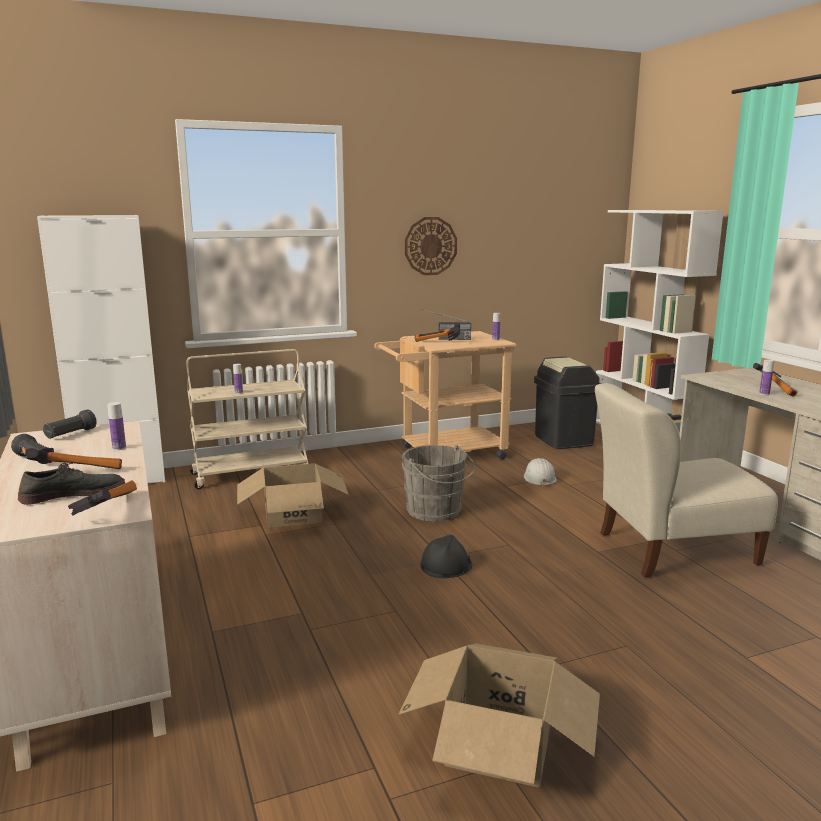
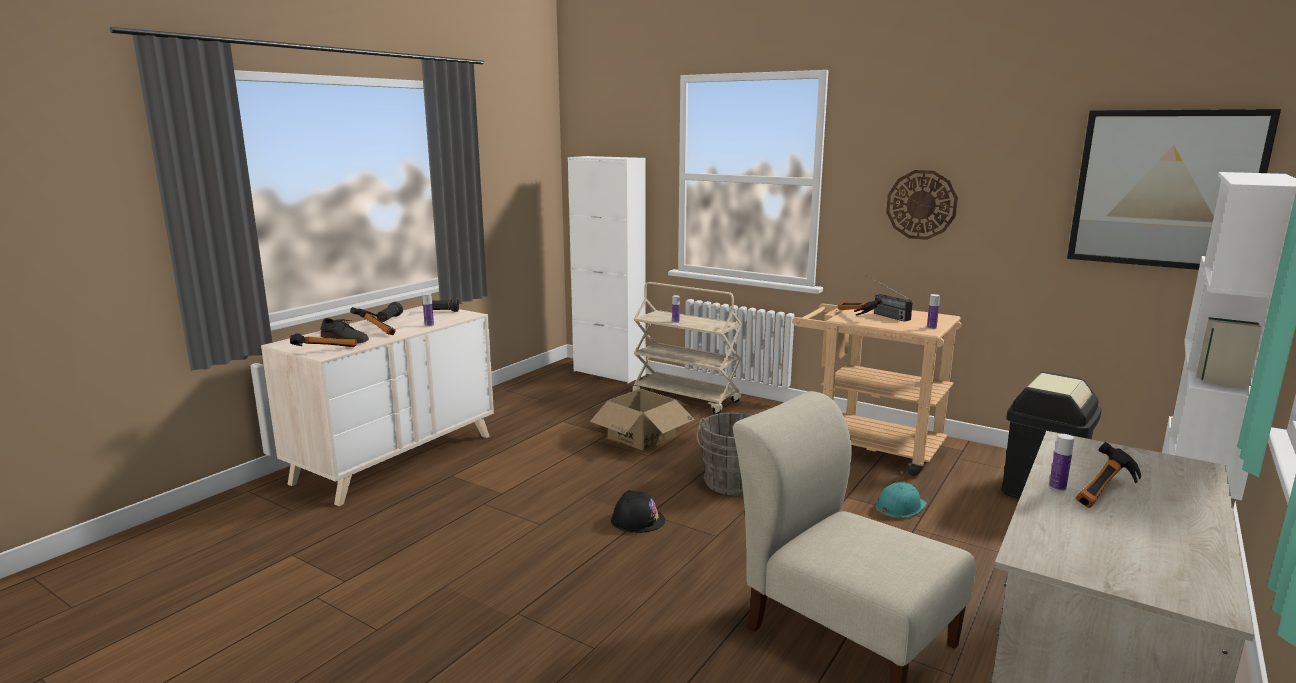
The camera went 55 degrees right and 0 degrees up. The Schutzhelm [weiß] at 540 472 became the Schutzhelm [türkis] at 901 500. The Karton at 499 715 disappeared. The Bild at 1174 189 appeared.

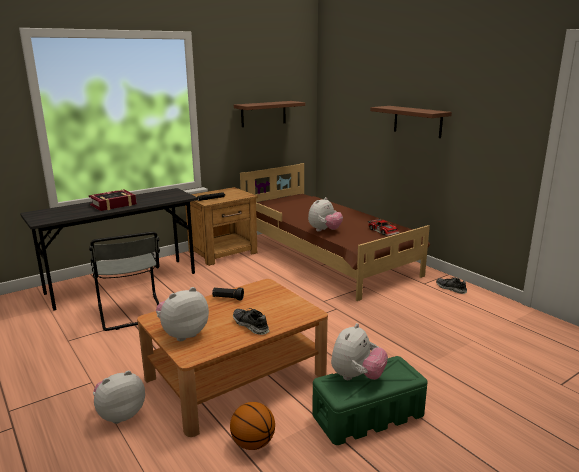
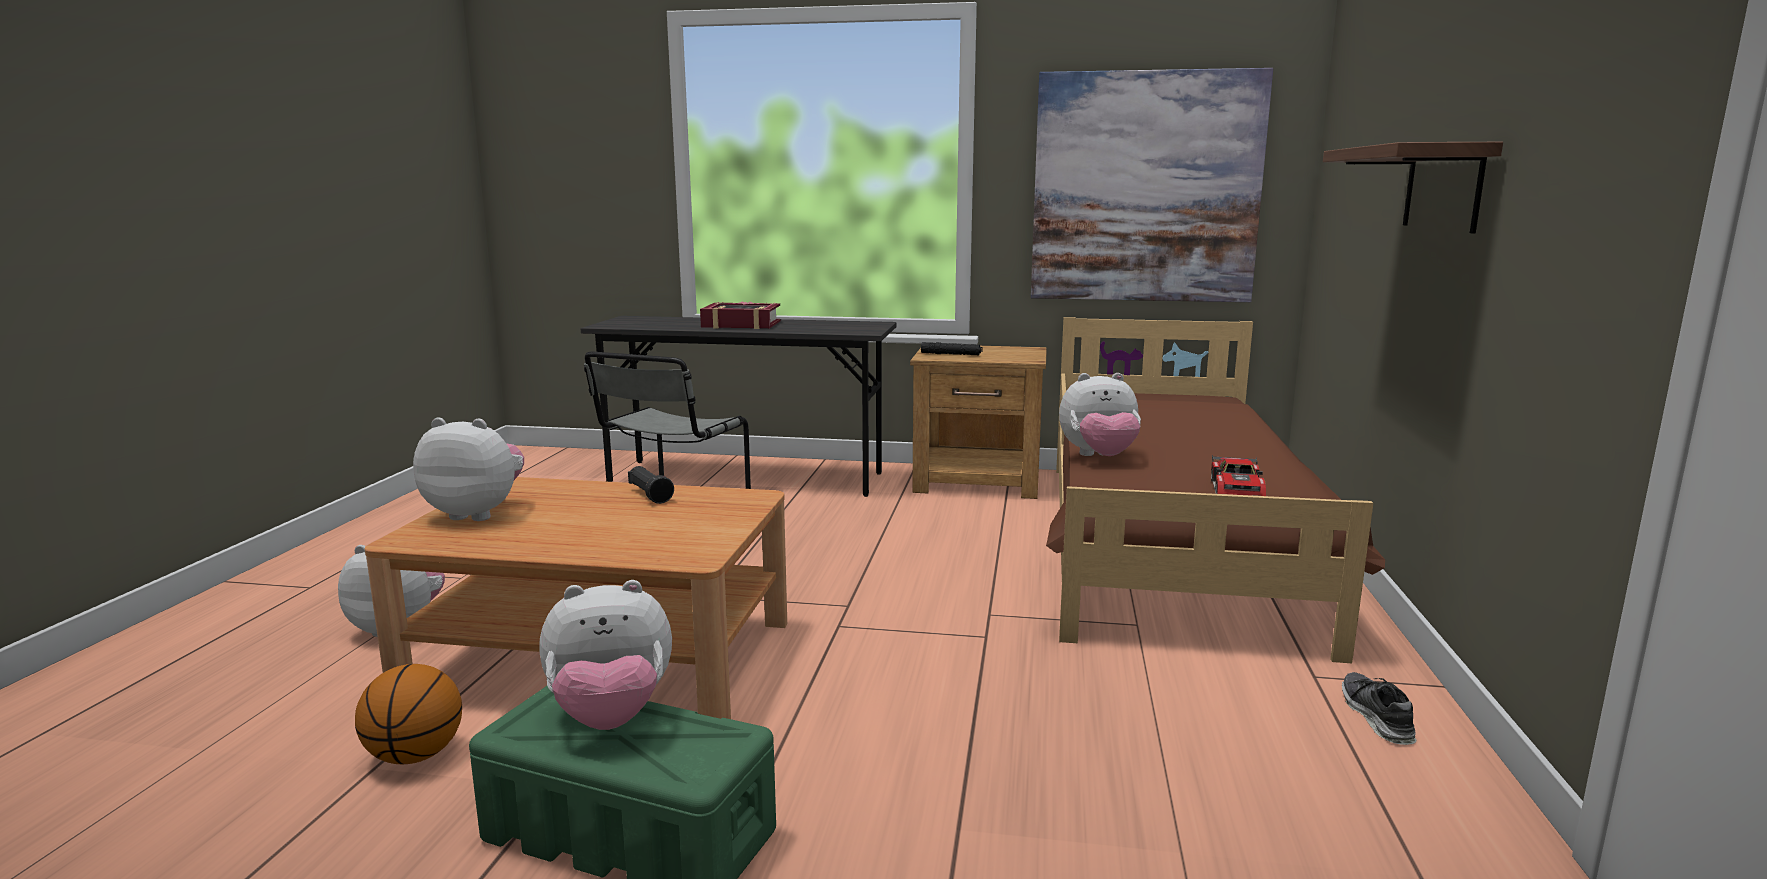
The camera went 45 degrees right and 5 degrees down. The Wandregal at 269 114 was replaced by the Bild at 1152 185. The Schuh at 251 321 disappeared.

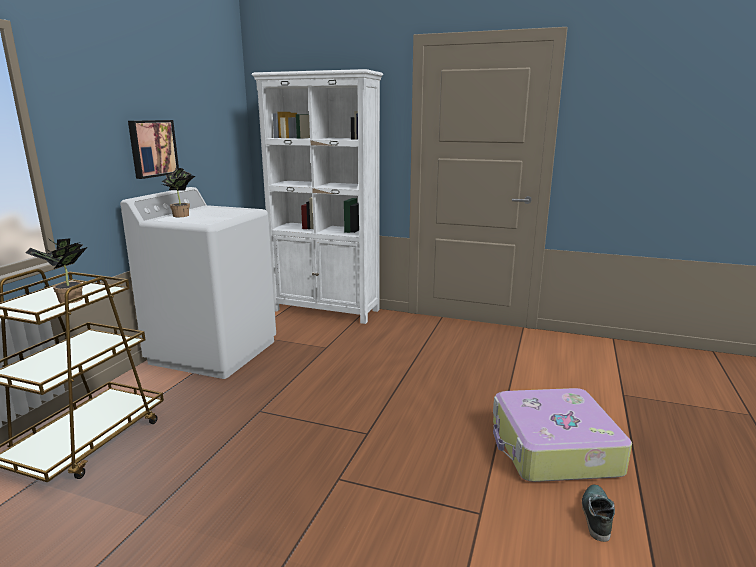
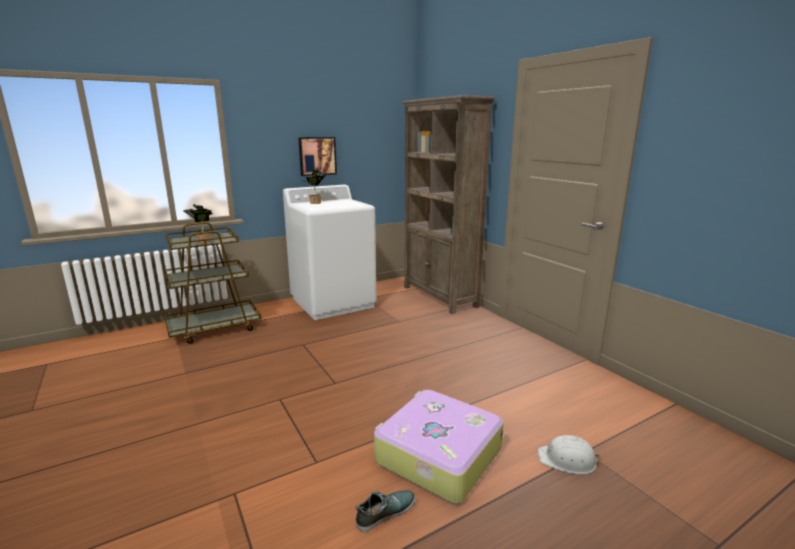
The camera went 40 degrees right and 0 degrees up. The Bücherregal [weiß] at 317 196 became the Bücherregal [braun] at 448 204. The Schutzhelm [weiß] at 569 454 appeared.

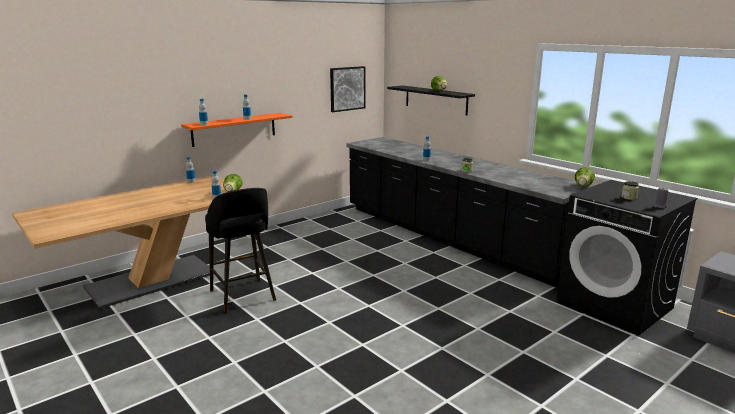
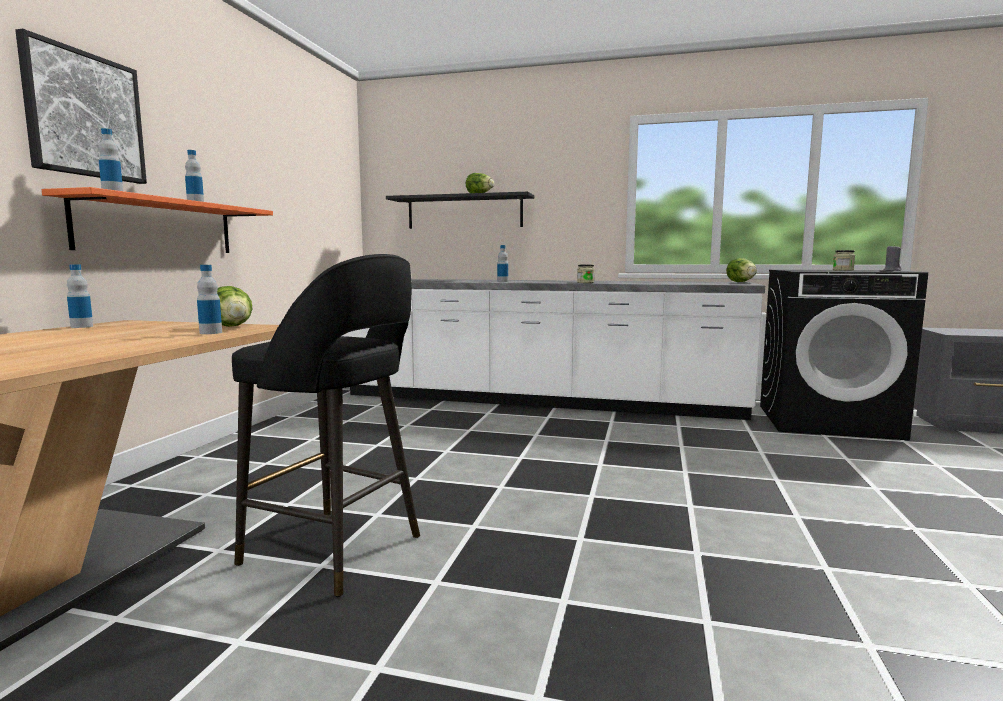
The camera went 35 degrees left and 10 degrees down. The Bild moved from 347 89 to 81 106. The Küchenzeile [schwarz] at 471 212 became the Küchenzeile [weiß] at 553 349.

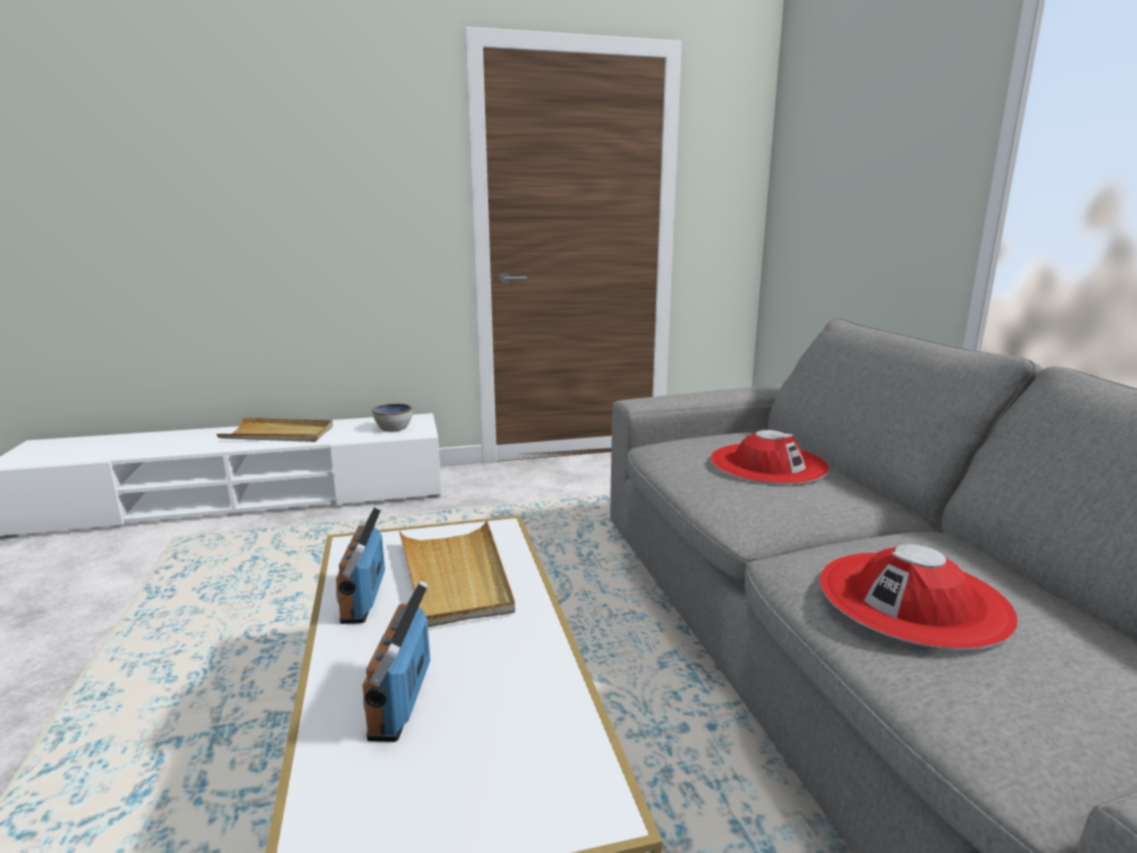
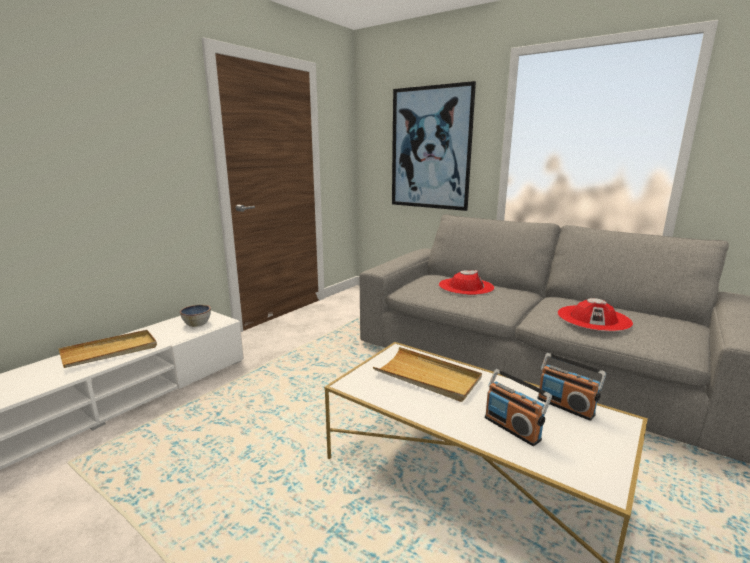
The camera went 40 degrees left and 0 degrees up. The Radio moved from 360 564 to 571 387. The Bild at 434 146 appeared.

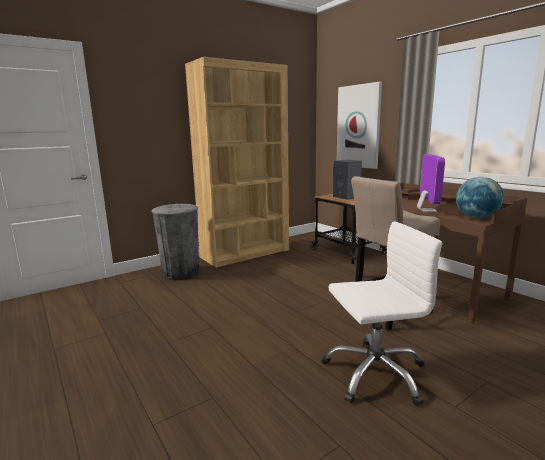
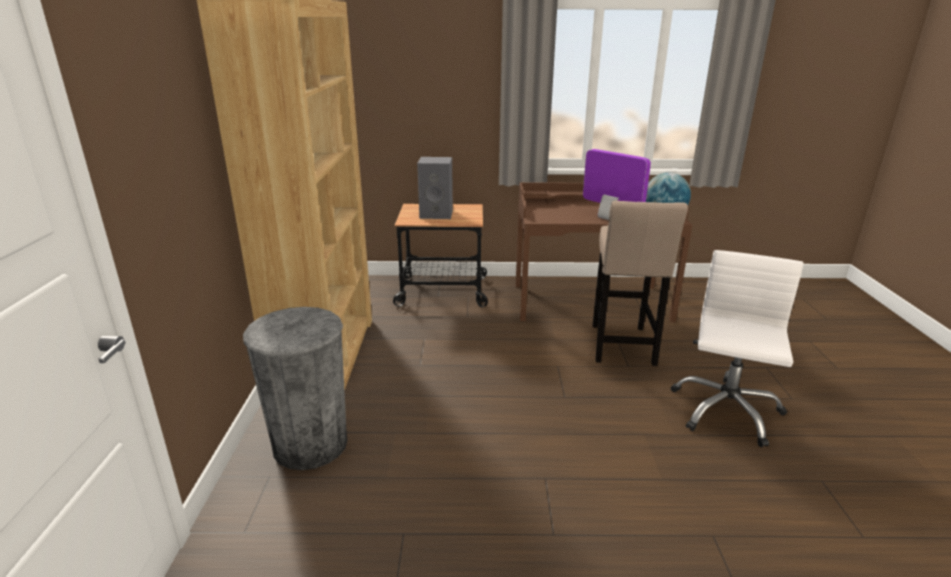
The camera went 55 degrees left and 10 degrees up. The Bild at 359 125 disappeared.

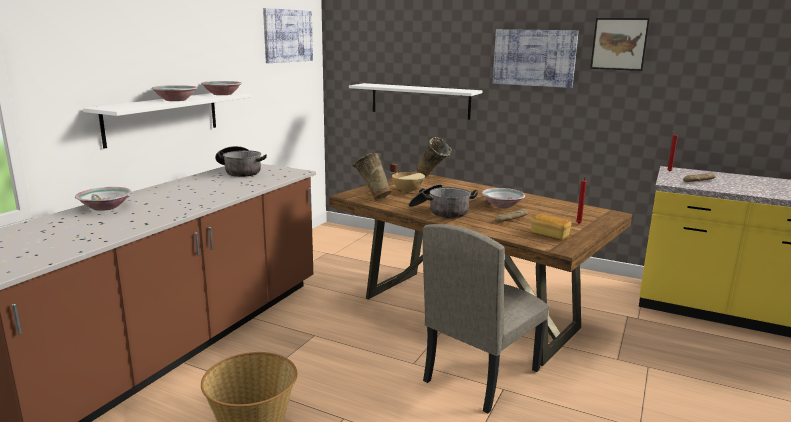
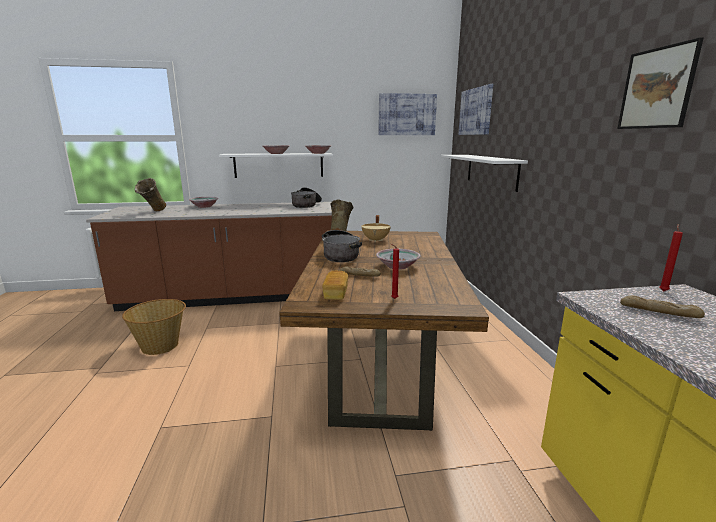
The camera went 55 degrees right and 0 degrees up. The Bild moved from 536 58 to 475 109. The Vase [beige] moved from 434 157 to 150 194. The Stuhl [beige] at 486 319 disappeared.

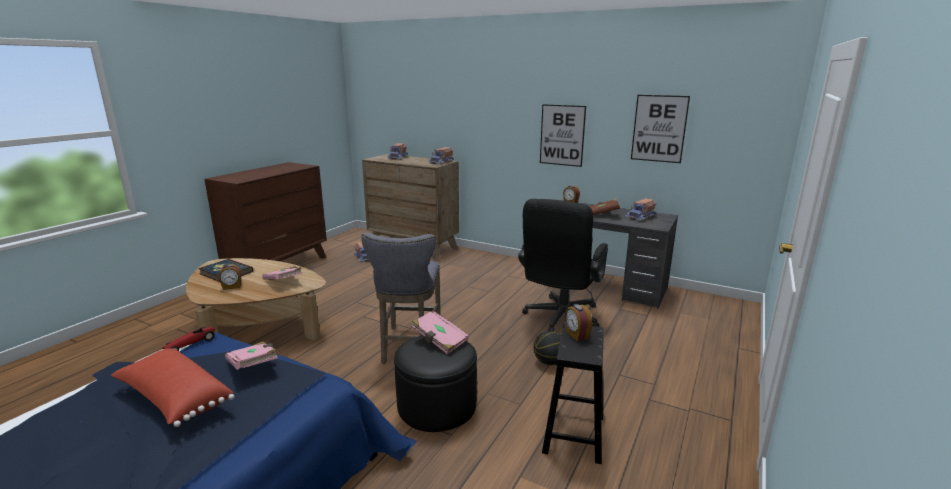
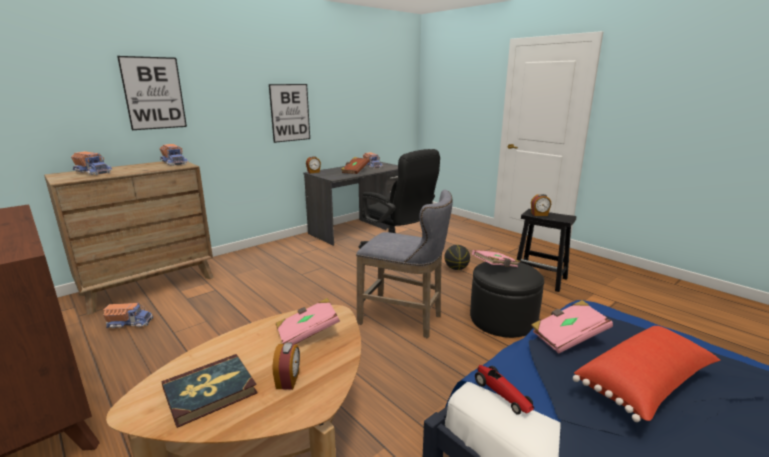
The camera went 70 degrees left and 0 degrees up. The Bild moved from 660 129 to 152 93.

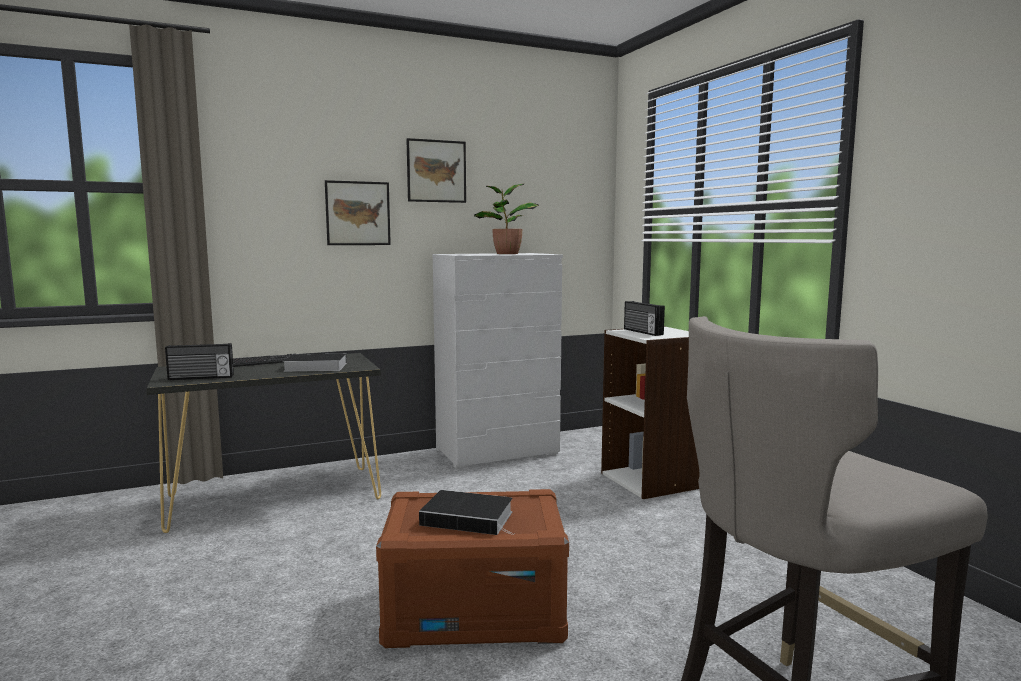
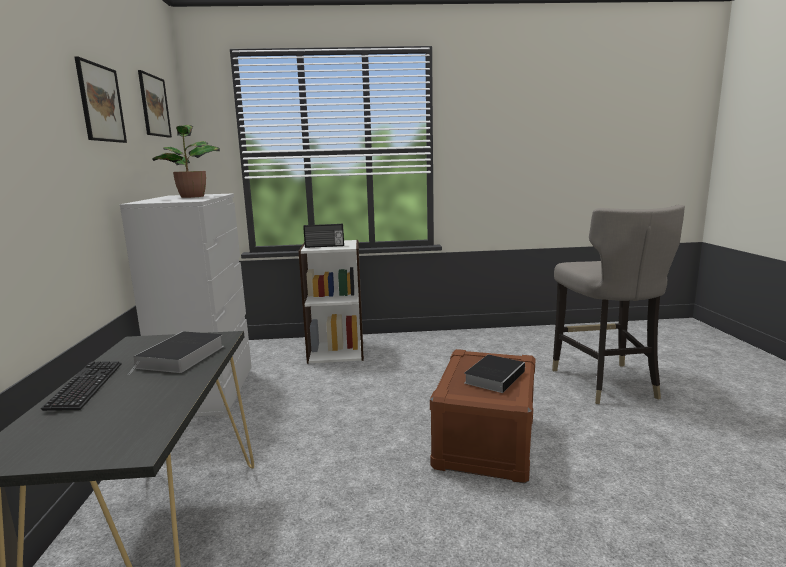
The camera went 70 degrees left and 5 degrees up. The Bild moved from 358 212 to 155 104. The Radio at 199 361 disappeared.

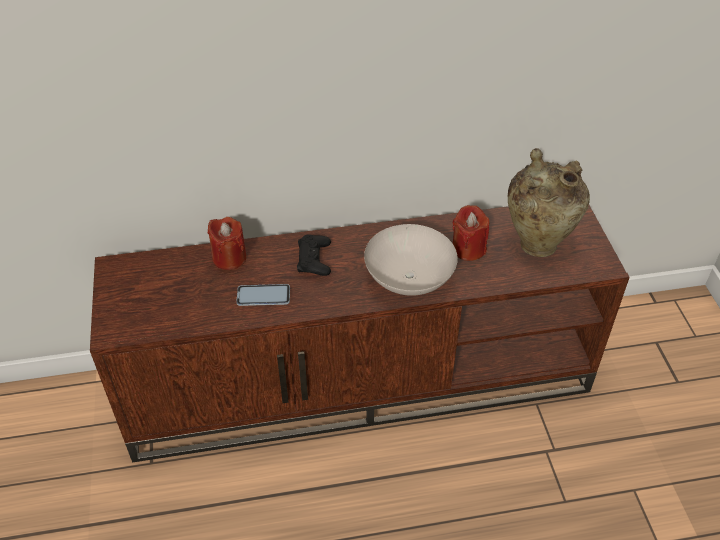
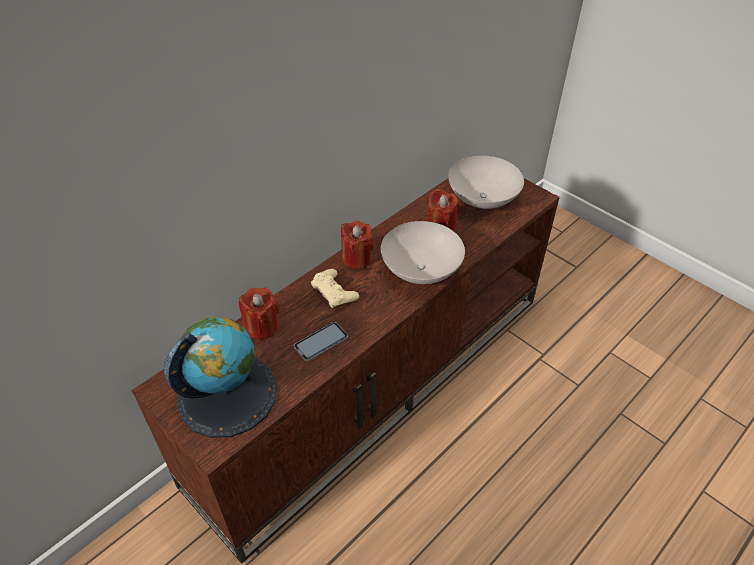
The camera went 35 degrees left and 0 degrees up. The Vase [beige] at 549 202 was replaced by the Schüssel [weiß] at 486 182. The Gamepad [schwarz] at 314 255 became the Gamepad [beige] at 335 288. The Kerze [rot] at 357 244 appeared. The Globus at 220 377 appeared.

